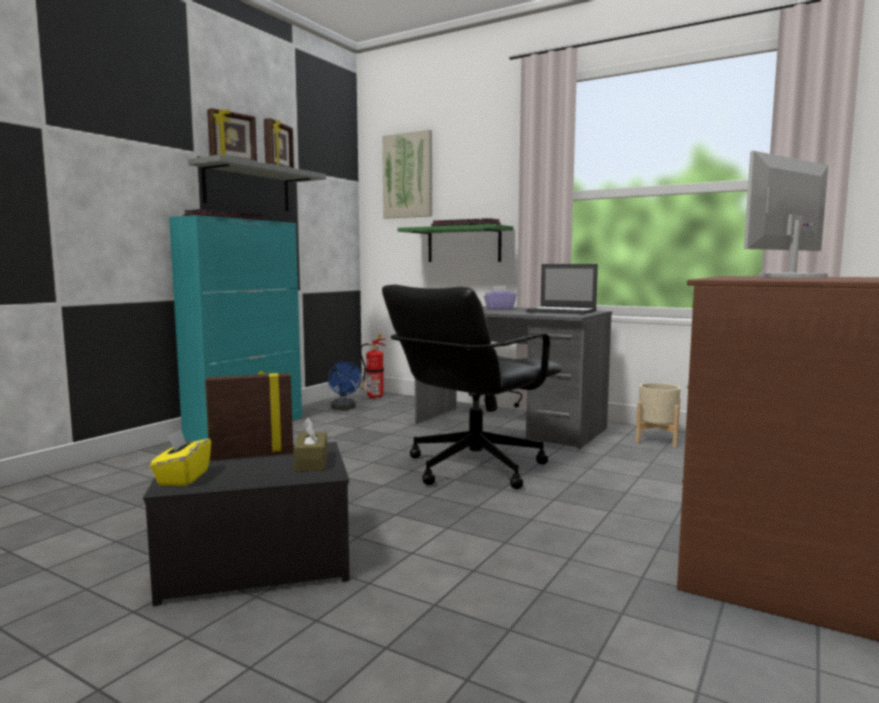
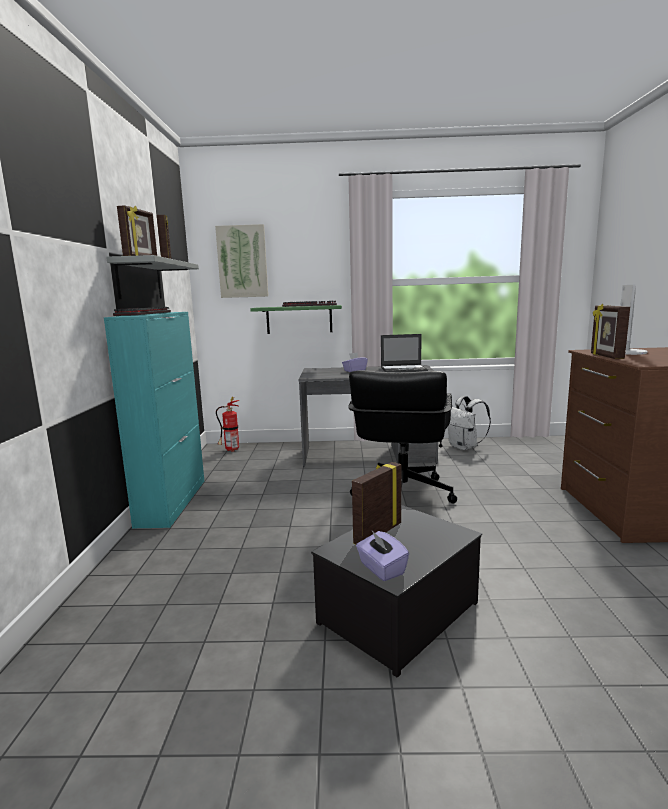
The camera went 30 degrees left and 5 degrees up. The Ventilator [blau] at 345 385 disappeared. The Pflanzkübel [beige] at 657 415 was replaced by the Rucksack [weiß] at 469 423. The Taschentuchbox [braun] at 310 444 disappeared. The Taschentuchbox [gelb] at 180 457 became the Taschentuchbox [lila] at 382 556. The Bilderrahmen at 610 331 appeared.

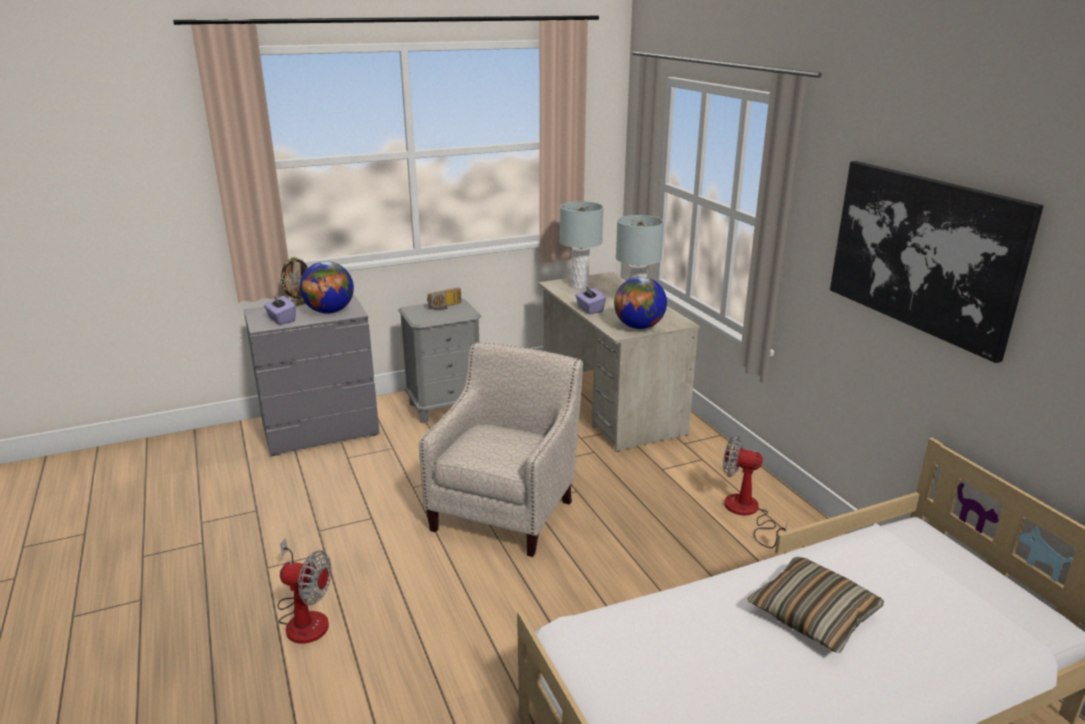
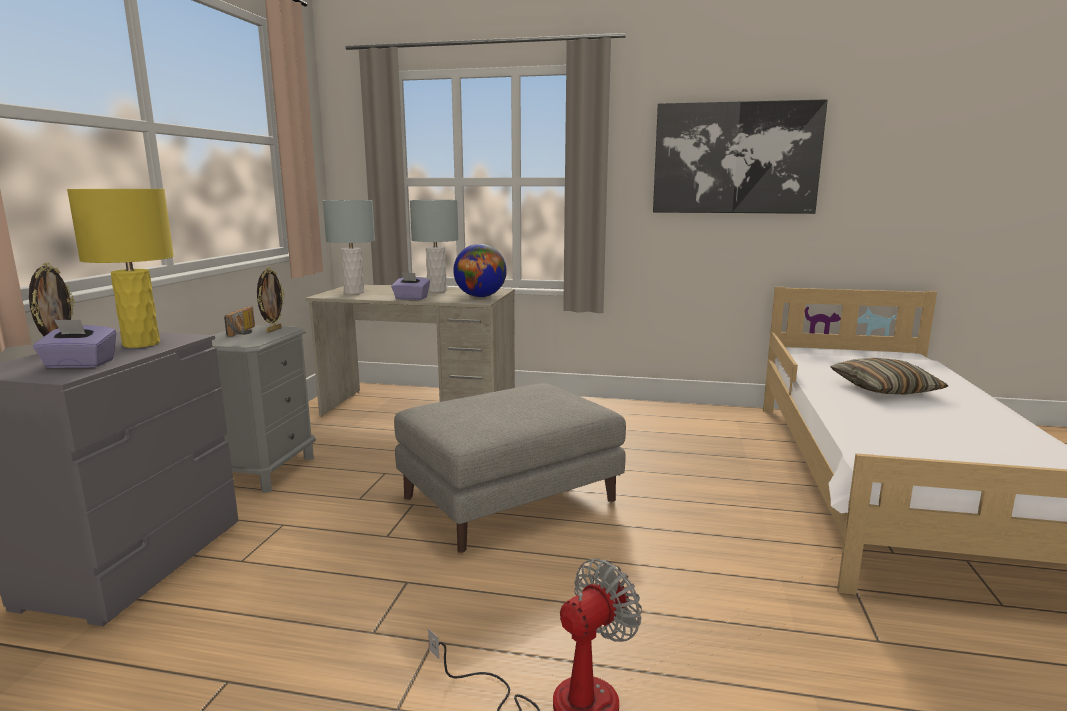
The camera went 55 degrees left and 10 degrees down. The Globus at 327 287 was replaced by the Tischlampe [gelb] at 120 268. The Sessel [beige] at 501 449 was replaced by the Polsterhocker [grau] at 510 468. The Ventilator at 755 492 disappeared. The Bilderrahmen at 271 300 appeared.

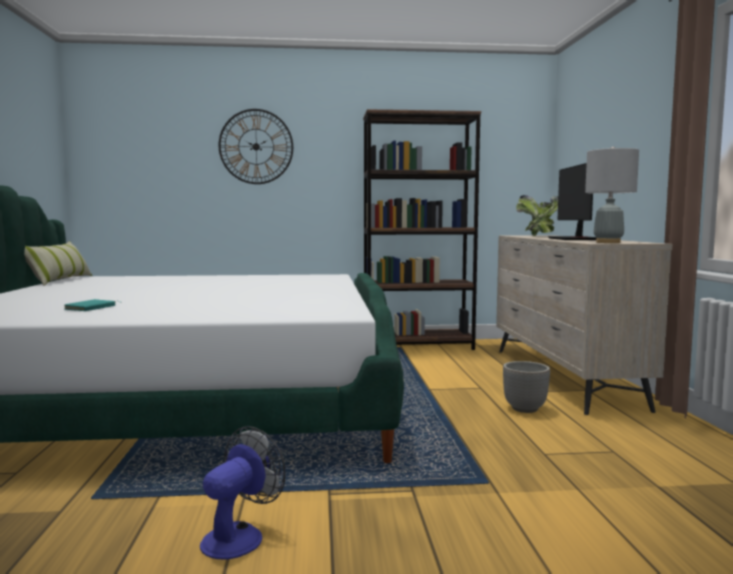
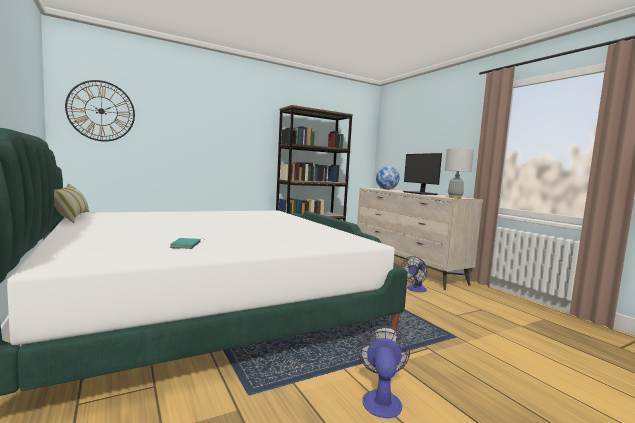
The camera went 25 degrees left and 0 degrees up. The Wanduhr moved from 256 146 to 100 111. The Topfpflanze at 537 215 was replaced by the Globus at 388 178. The Pflanzkübel at 526 387 was replaced by the Ventilator at 414 274.

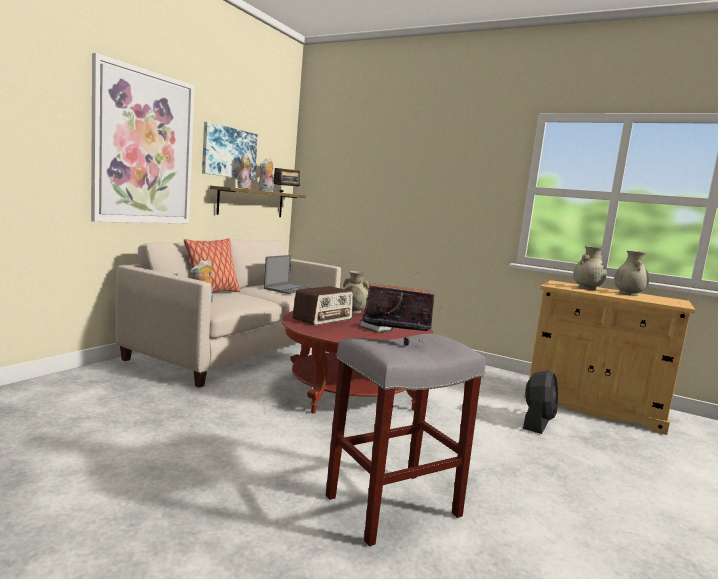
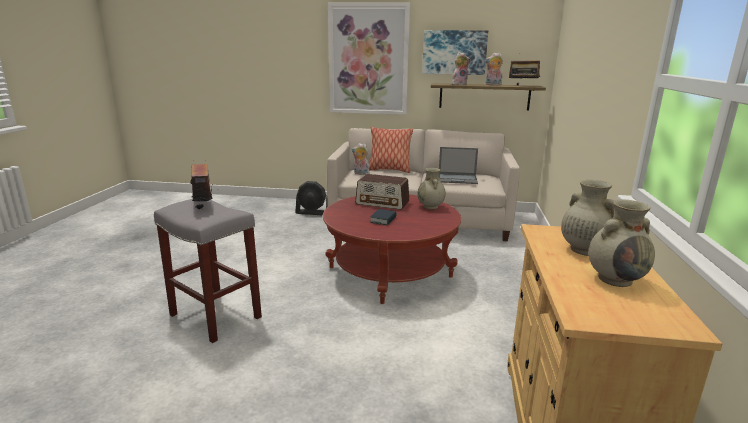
The camera went 70 degrees right and 10 degrees up. The Ventilator [schwarz] moved from 540 402 to 311 198.

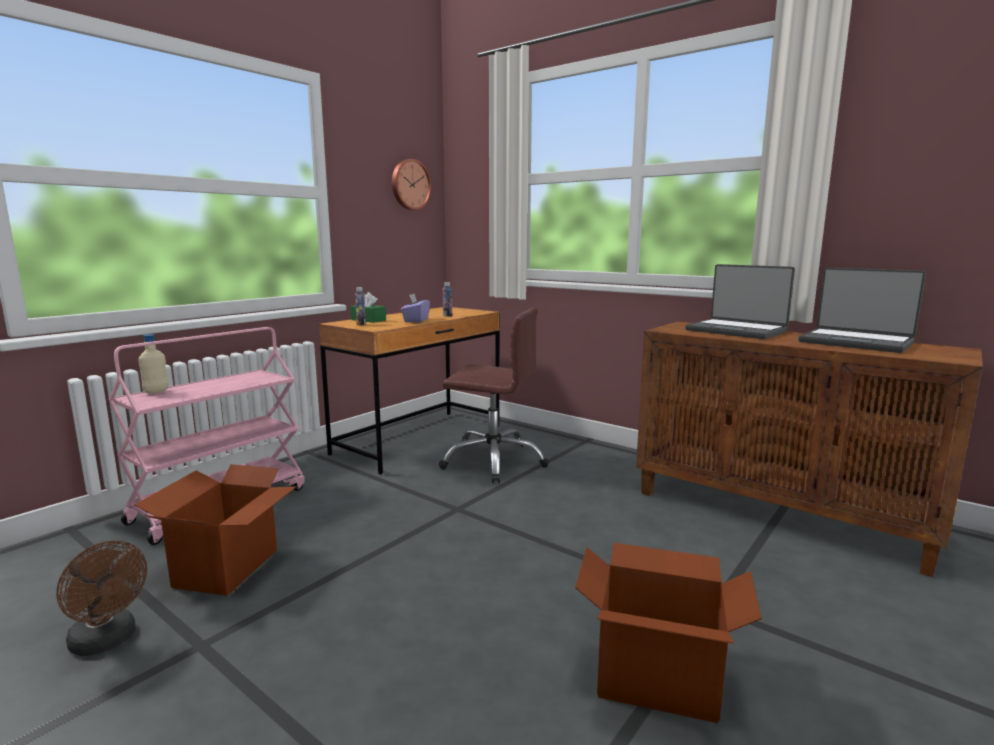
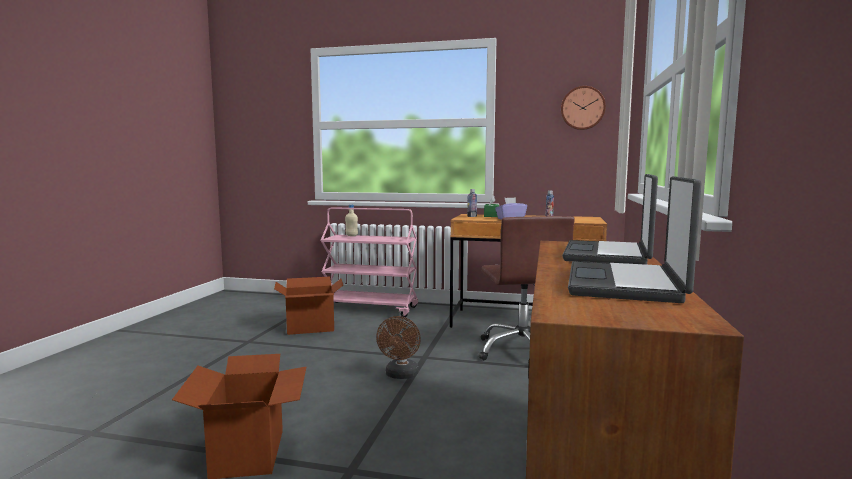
The camera went 65 degrees right and 5 degrees down. The Ventilator [braun] moved from 101 598 to 398 347.

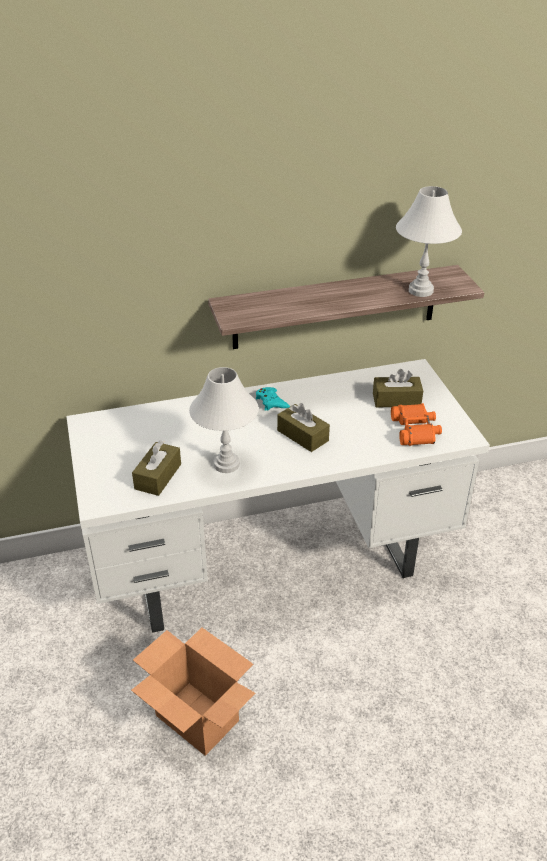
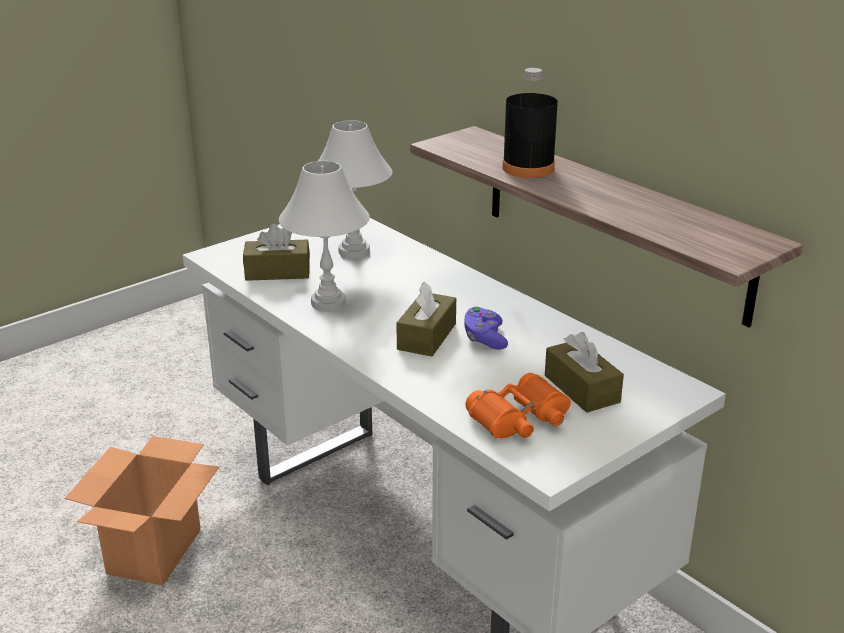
The camera went 65 degrees right and 10 degrees down. The Tischlampe [weiß] moved from 429 241 to 355 189. The Gamepad [türkis] at 273 399 disappeared. The Flasche [schwarz] at 530 123 appeared. The Gamepad [lila] at 486 328 appeared.

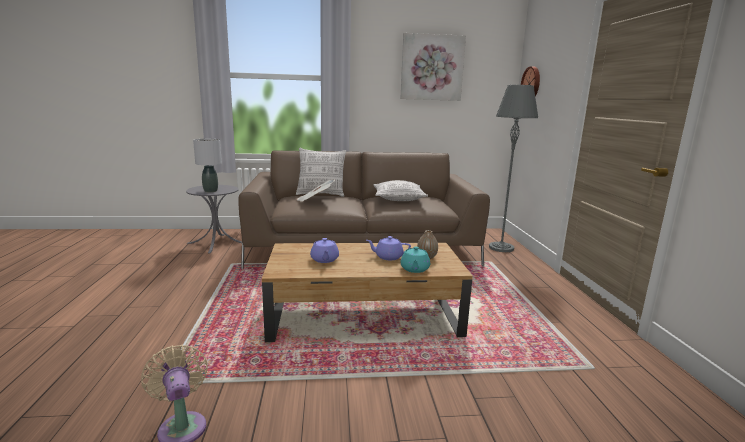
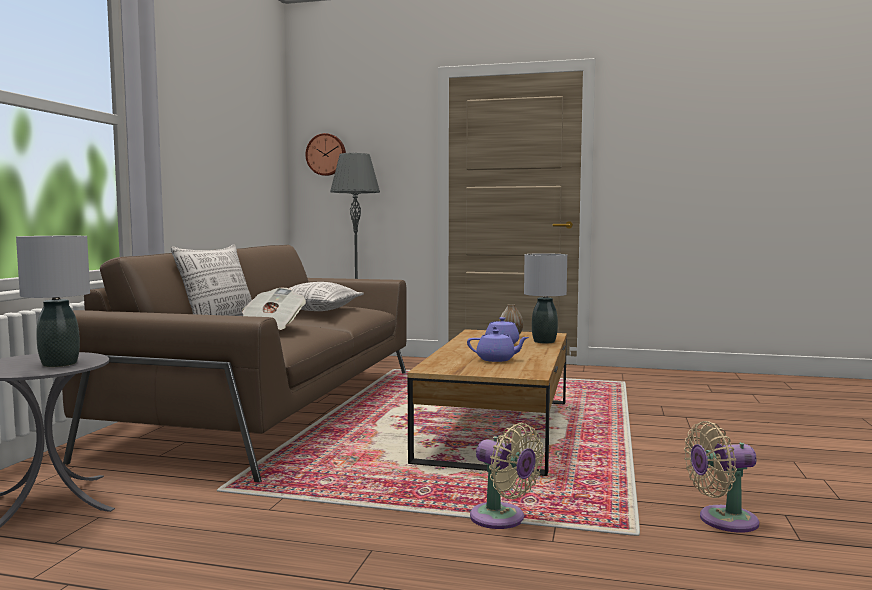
The camera went 70 degrees left and 10 degrees down. The Bild at 433 67 disappeared. The Teekanne [türkis] at 415 260 was replaced by the Tischlampe [grau] at 545 298. The Ventilator [beige] at 507 476 appeared.

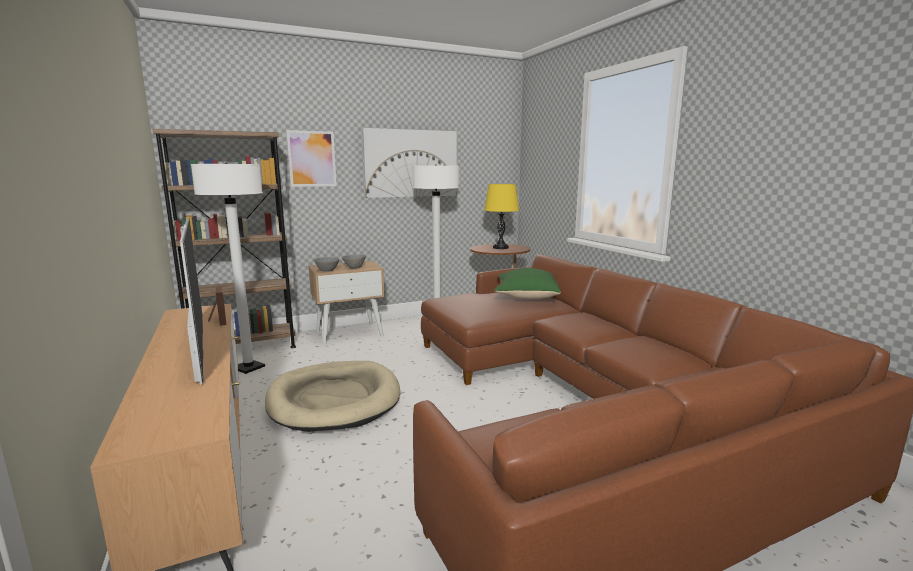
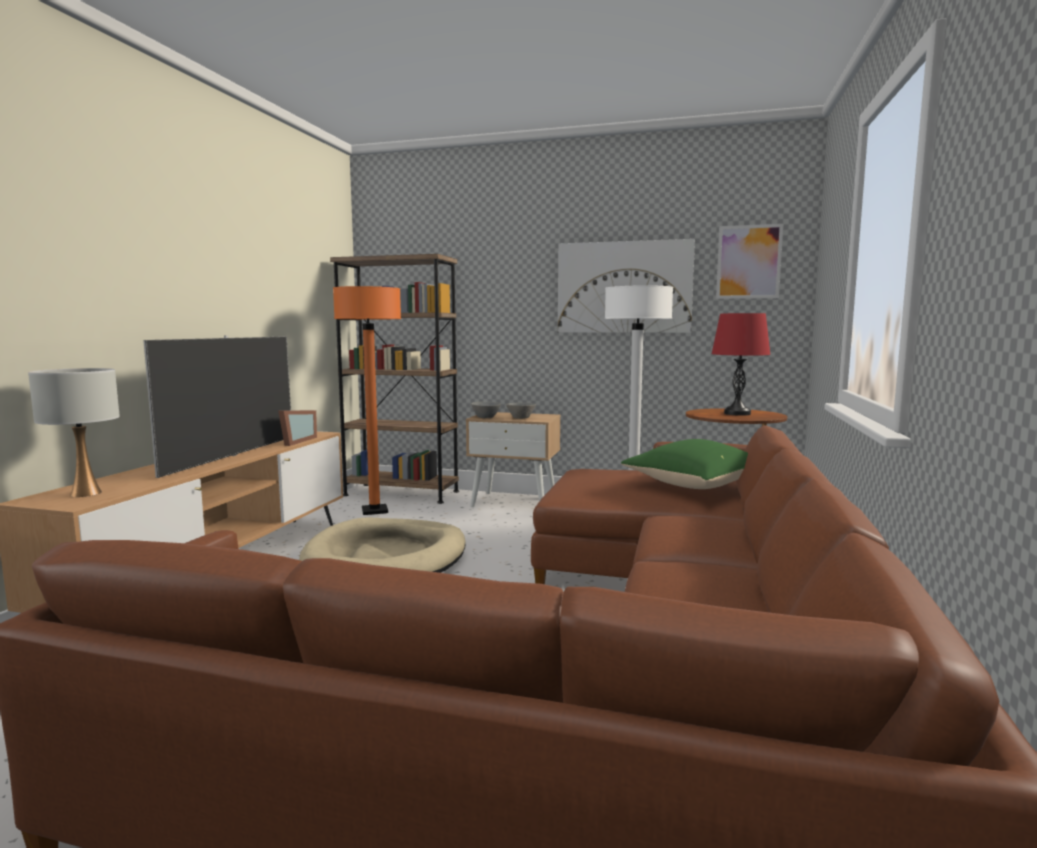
The camera went 40 degrees right and 5 degrees down. The Bild moved from 311 158 to 749 261. The Stehlampe [weiß] at 228 268 became the Stehlampe [orange] at 367 400. The Tischlampe [gelb] at 501 216 became the Tischlampe [rot] at 741 364. The Tischlampe [weiß] at 74 432 appeared.

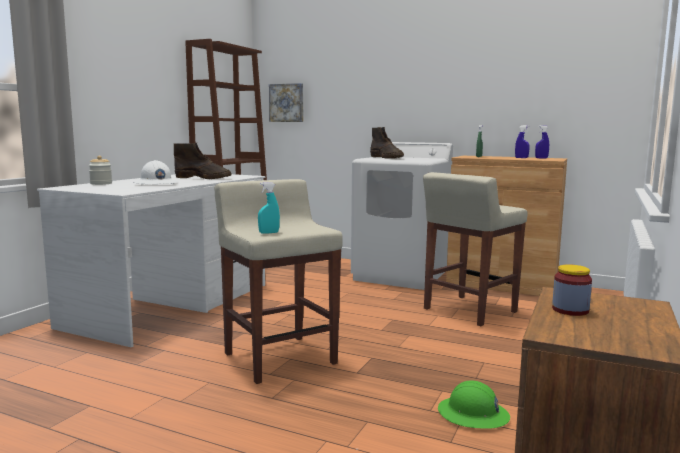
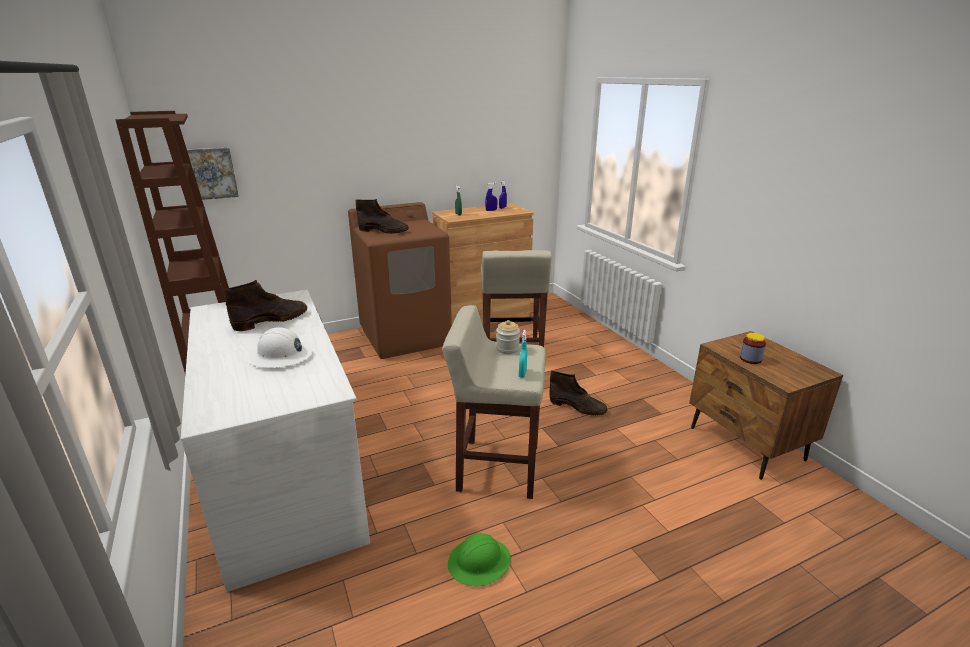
The camera went 50 degrees left and 15 degrees up. The Waschmaschine [weiß] at 402 216 became the Waschmaschine [braun] at 400 280. The Vorratsglas moved from 100 170 to 508 337. The Schutzhelm [grün] moved from 474 404 to 479 560. The Stiefel [braun] at 578 393 appeared.

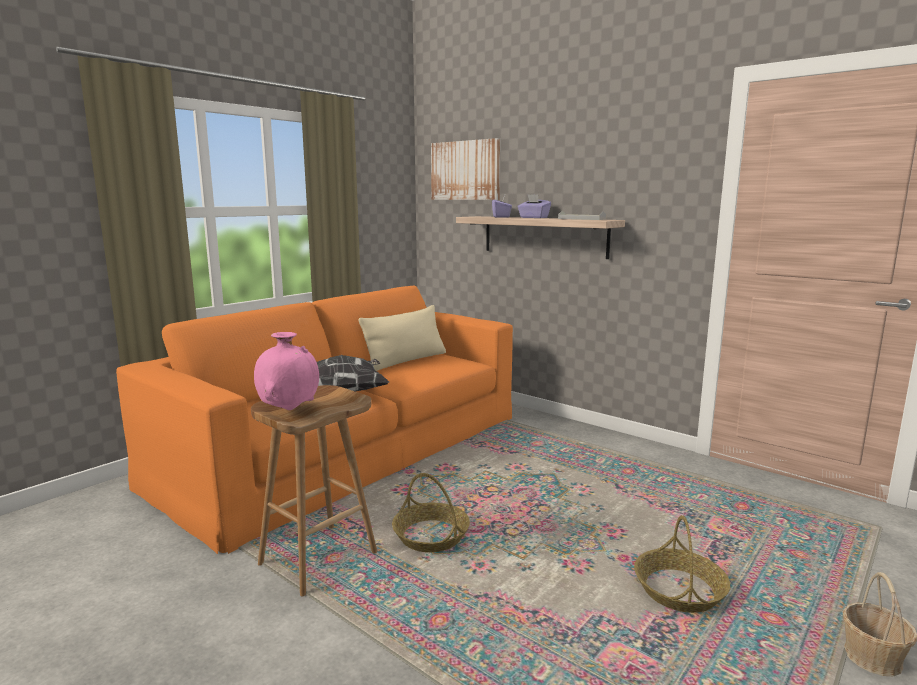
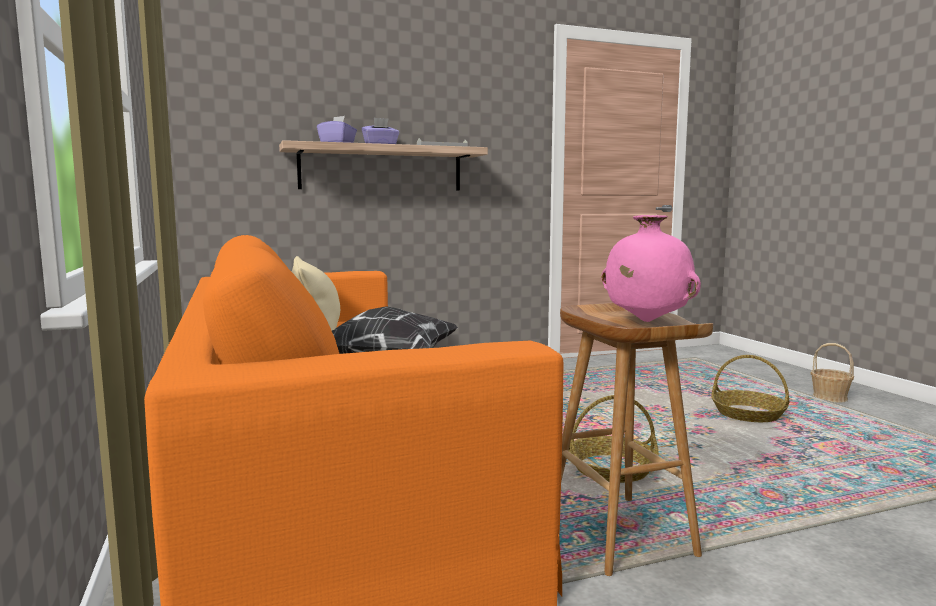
The camera went 60 degrees left and 5 degrees down. The Bild at 465 169 disappeared.

